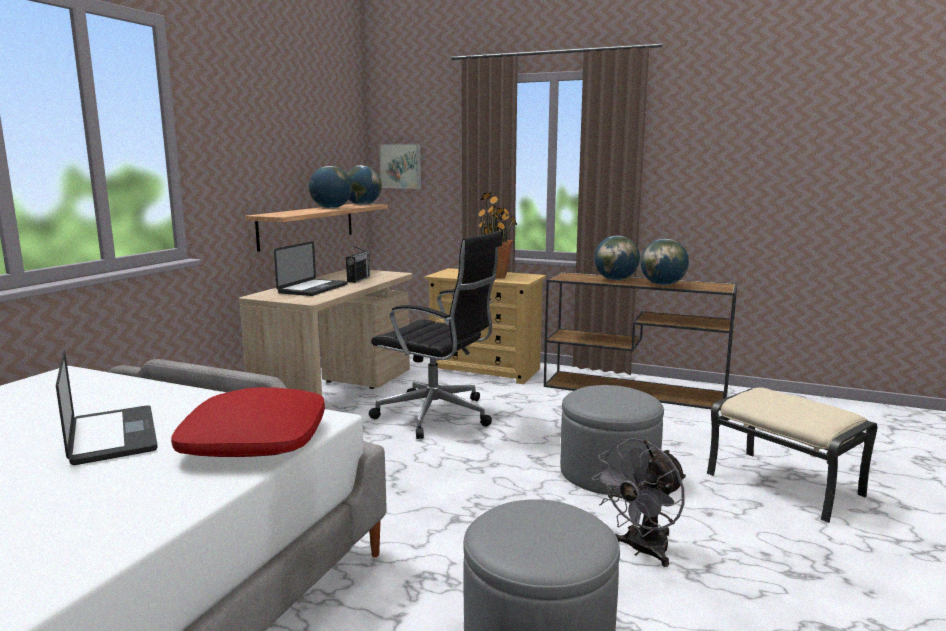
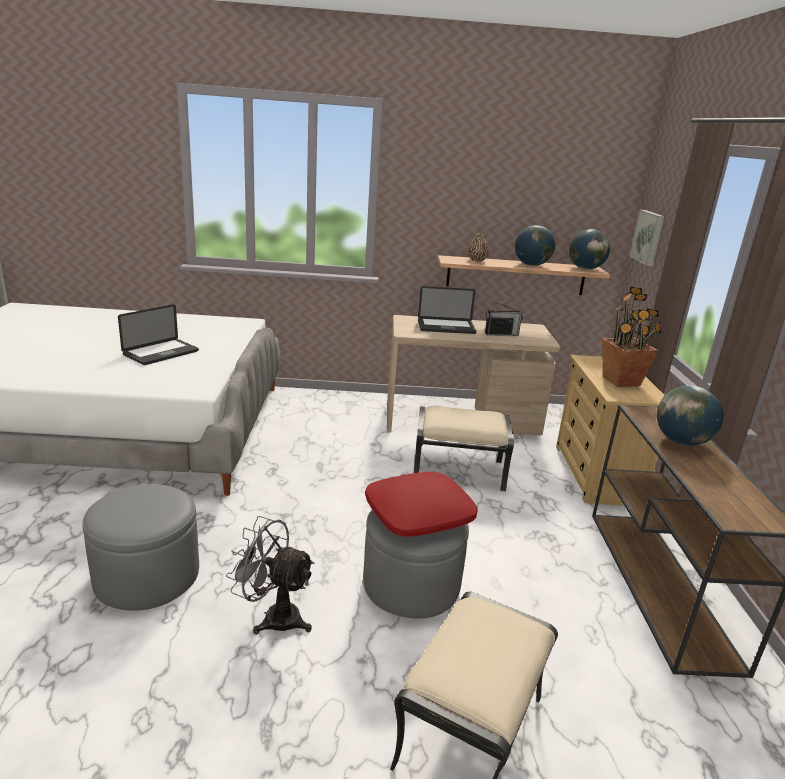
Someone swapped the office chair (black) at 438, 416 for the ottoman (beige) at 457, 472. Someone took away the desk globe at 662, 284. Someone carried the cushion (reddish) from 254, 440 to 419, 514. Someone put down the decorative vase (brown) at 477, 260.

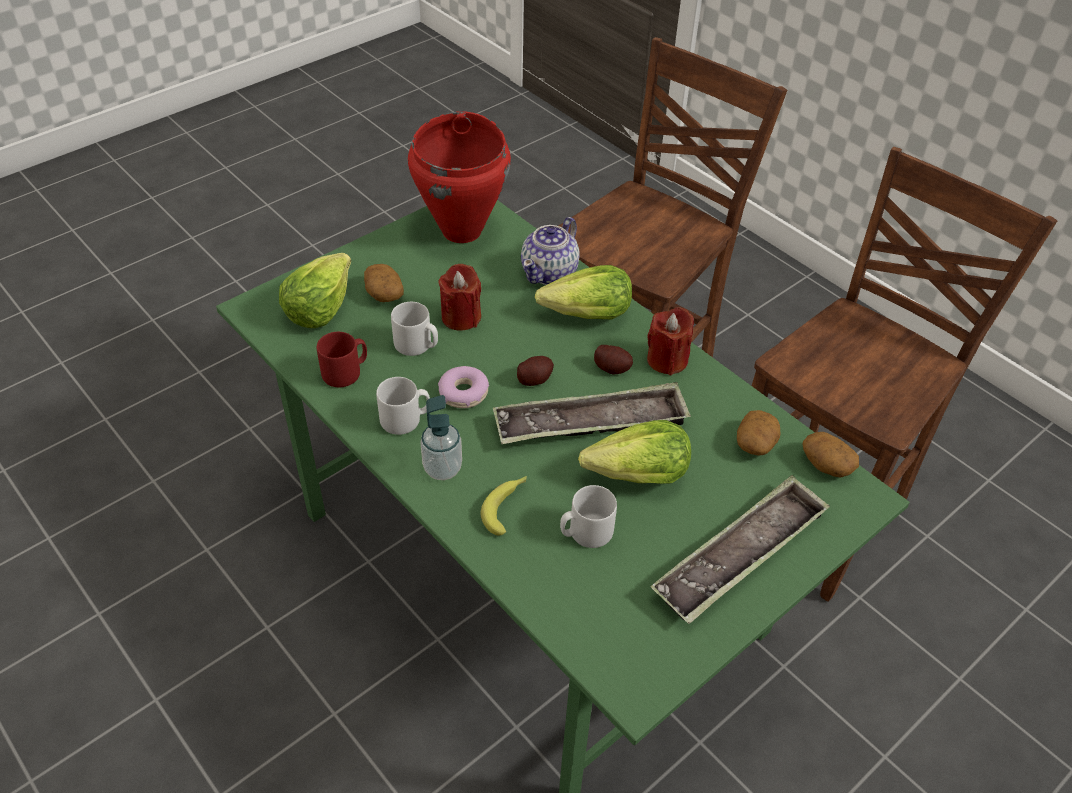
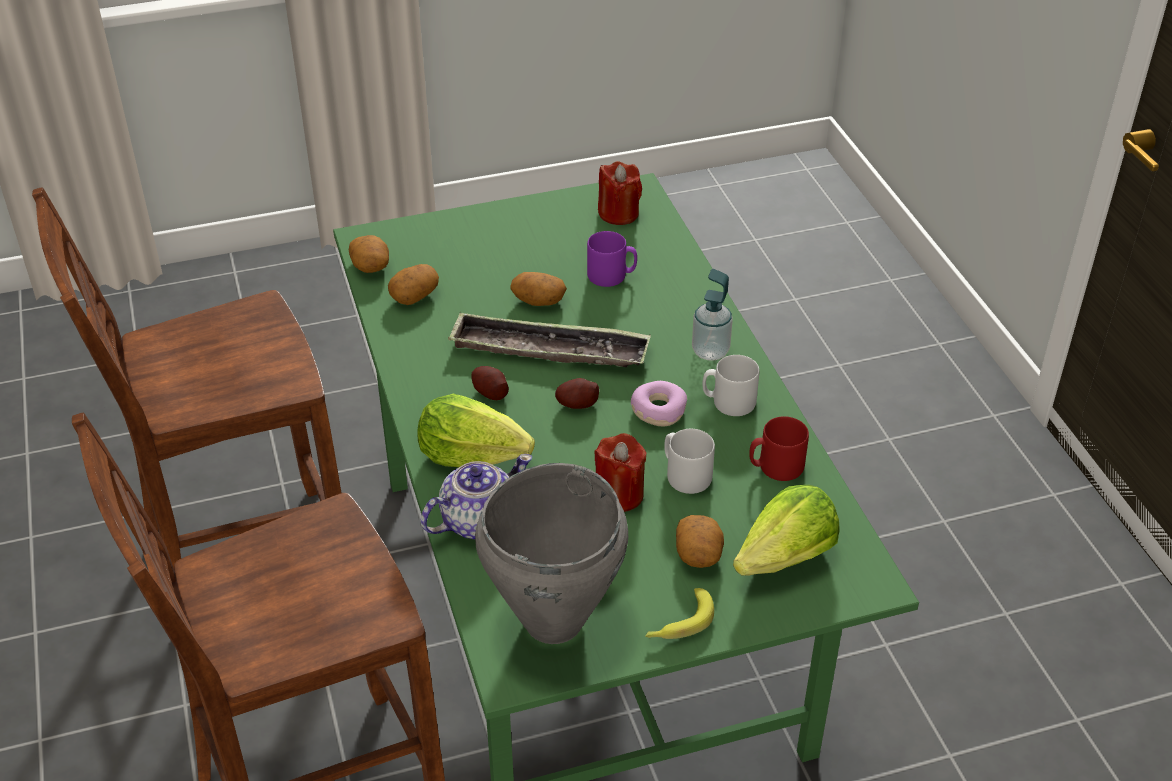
Someone repainted the cooking pot (reddish) at 462, 230, which became the cooking pot (gray) at 552, 621. Someone carried the wax candle (reddish) from 667, 360 to 618, 213. Someone swapped the head of lettuce at 638, 475 for the whole potato at 538, 300. Someone took away the serving tray at 740, 555. Someone carried the whole banana from 507, 507 to 679, 623. Someone repainted the coffee mug (gray) at 585, 532, which became the coffee mug (purplish) at 611, 276.

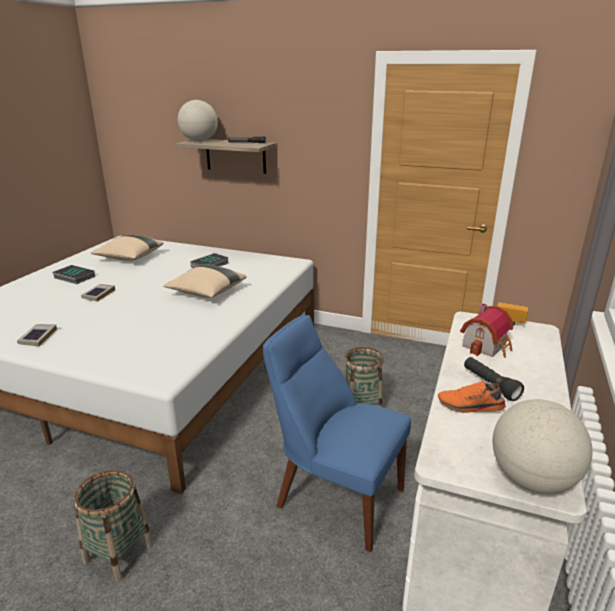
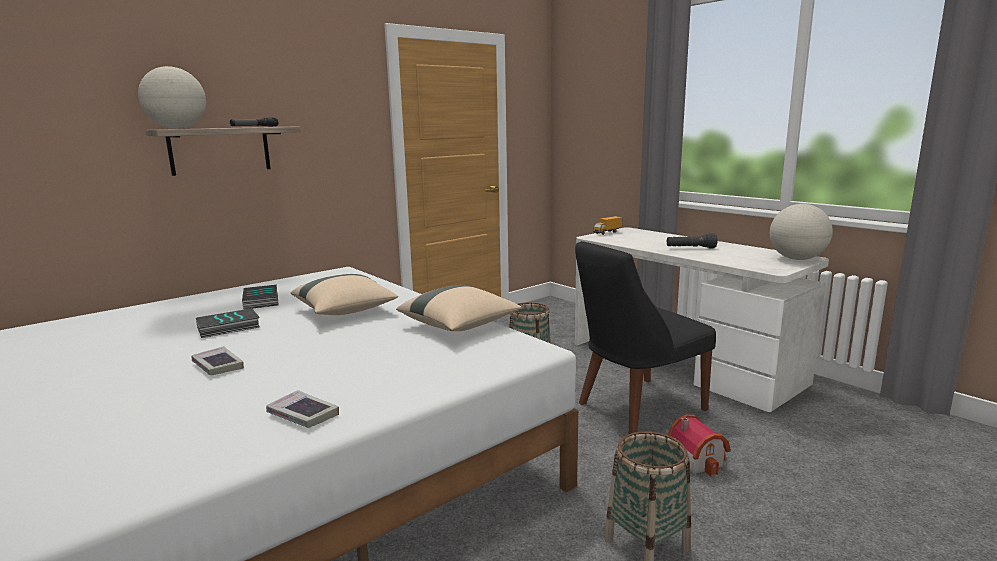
Someone carried the cushion (beige) from 129, 258 to 460, 326. Someone carried the book from 73, 277 to 228, 328. Someone carried the toy house from 487, 346 to 698, 459. Someone repainted the plain chair (bluish) at 335, 496, which became the plain chair (black) at 636, 407. Someone took away the low shoe (orange) at 470, 407.

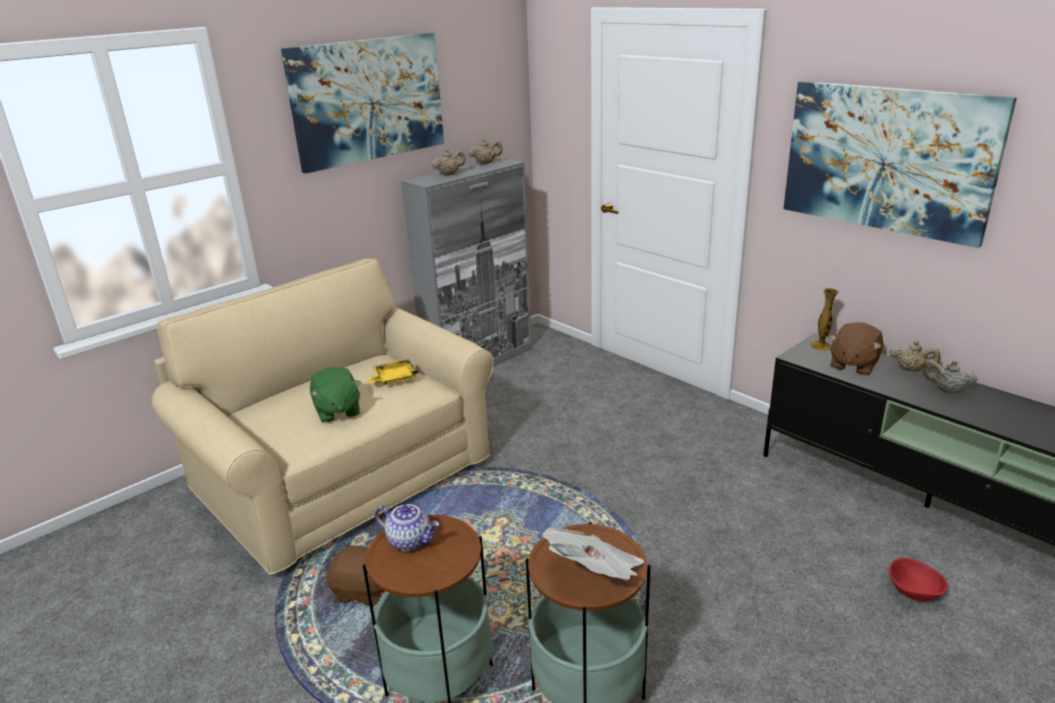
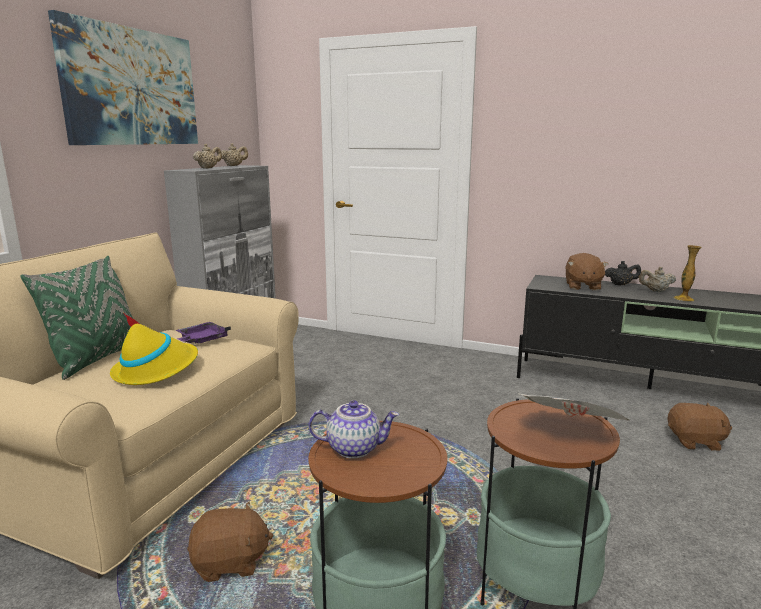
Someone took away the picture at 887, 159. Someone carried the decorative vase from 820, 346 to 683, 299. Someone repainted the pot for tea (beige) at 911, 369, which became the pot for tea (black) at 621, 284. Someone repainted the serving tray (yellowish) at 394, 379, which became the serving tray (purplish) at 202, 340. Someone swapped the cuddly toy (green-coloured) at 337, 411 for the wearable hat (yellowish) at 156, 370. Someone swapped the deep dish (reddish) at 913, 592 for the cuddly toy (brown) at 695, 441. Someone put down the cushion (green-coloured) at 97, 358.

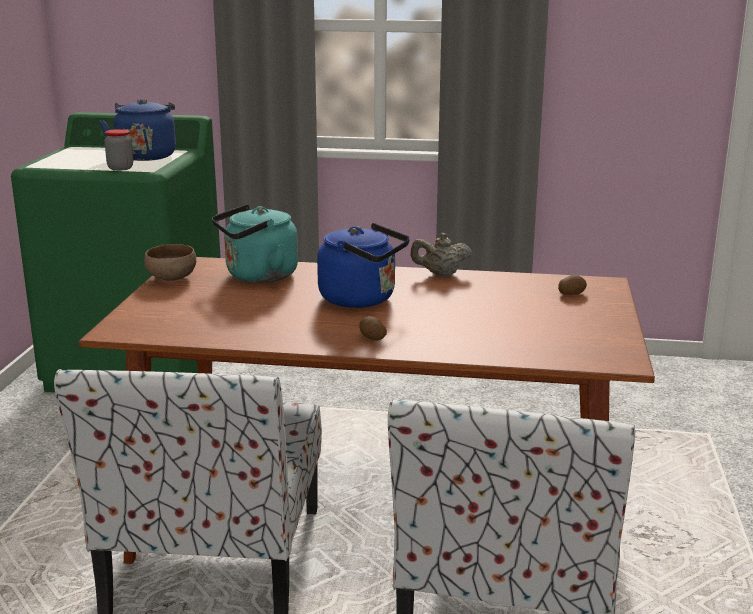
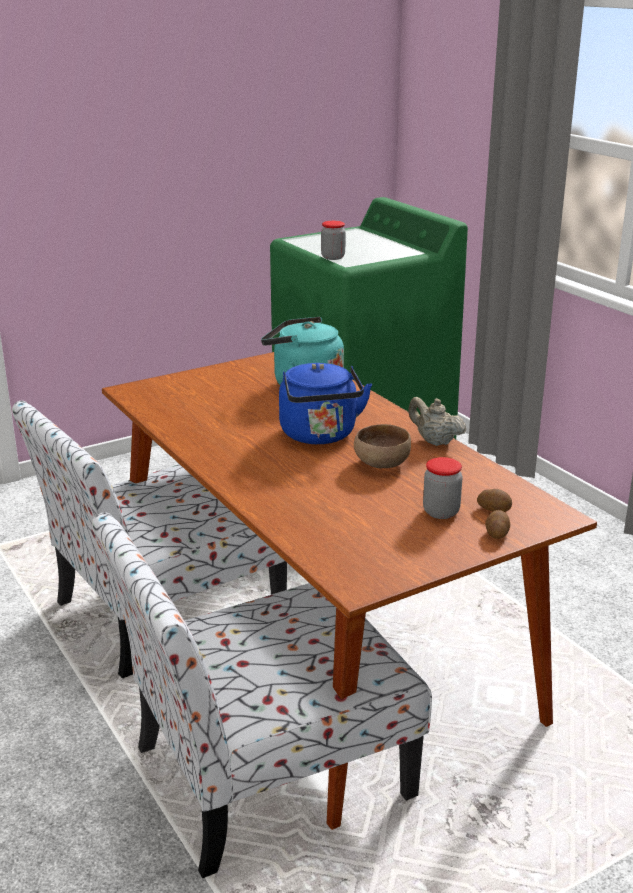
Someone took away the water kettle (bluish) at 146, 156. Someone carried the deep dish (brown) from 171, 279 to 381, 464. Someone carried the whole potato from 371, 338 to 496, 533. Someone put down the jar at 441, 512.

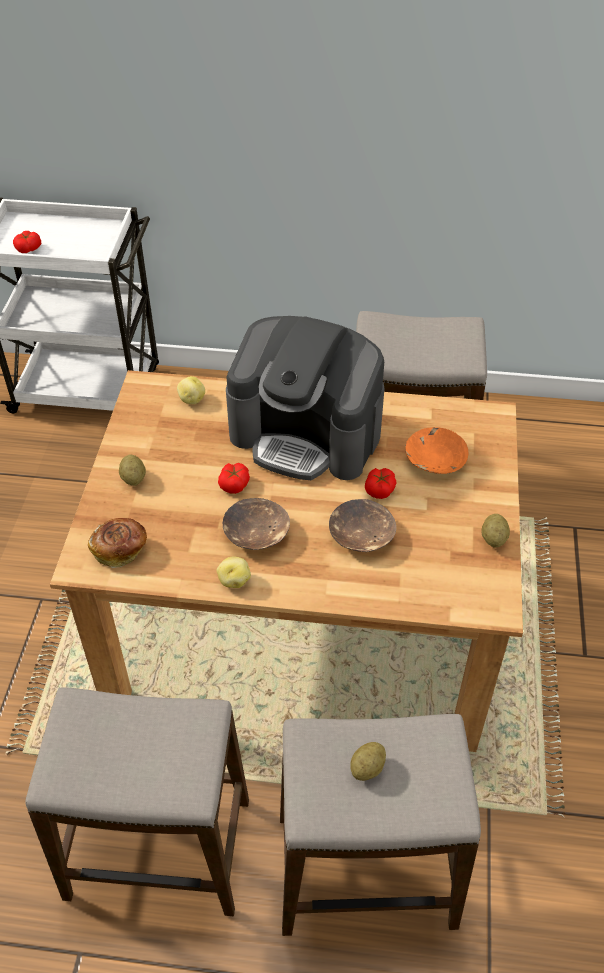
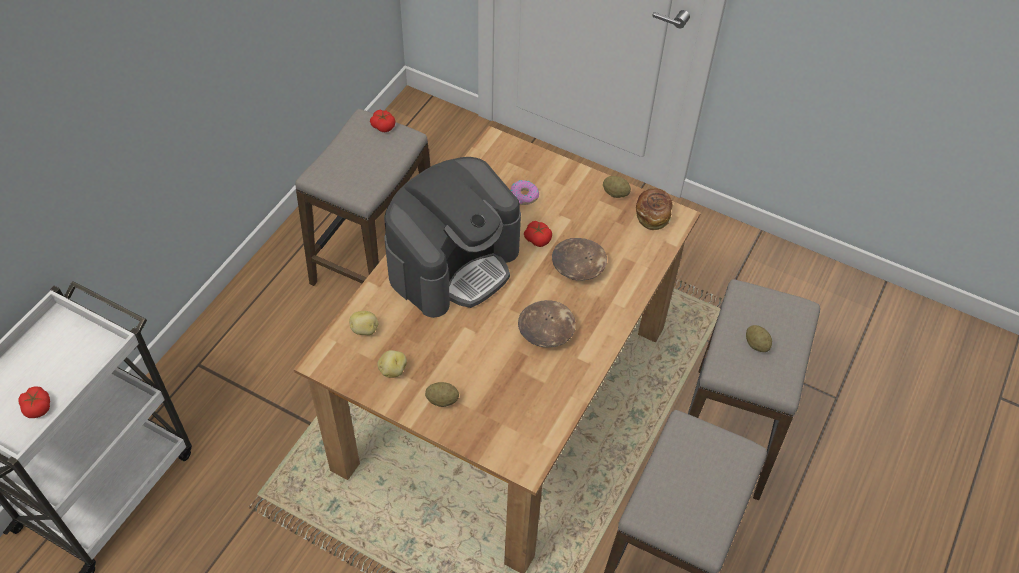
Someone swapped the deep dish (orange) at 434, 460 for the ring doughnut at 524, 195. Someone carried the fresh tomato from 234, 484 to 383, 126. Someone carried the bread from 120, 550 to 652, 215. Someone carried the whole potato from 234, 580 to 392, 370.

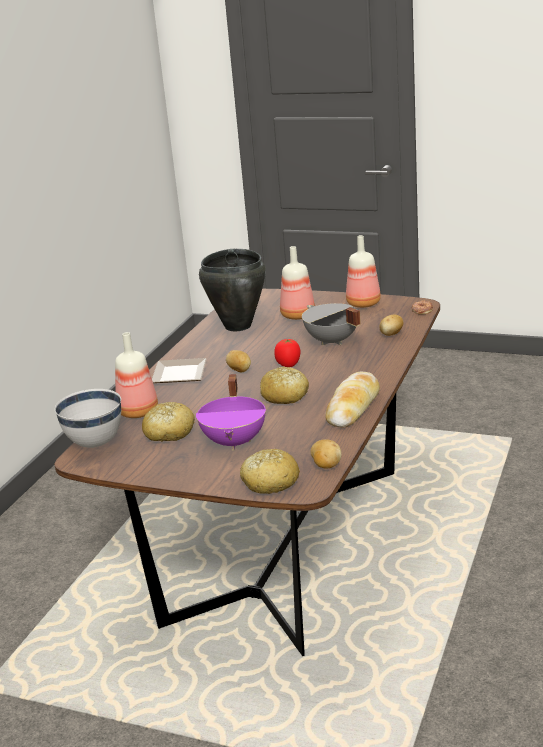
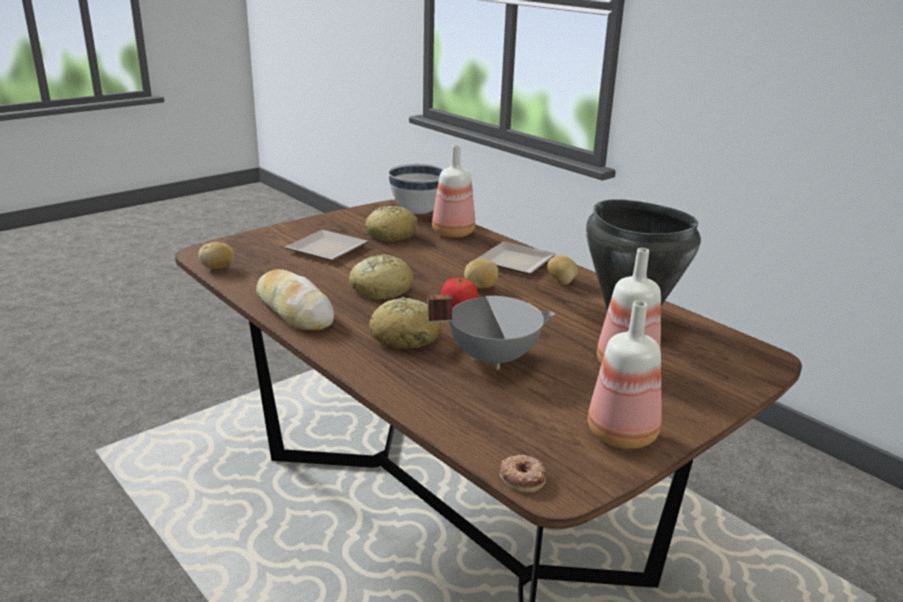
Someone carried the whole potato from 391, 334 to 562, 282. Someone swapped the cooking pot (purplish) at 235, 442 for the flat dish at 327, 250. Someone carried the bread from 269, 482 to 405, 337.

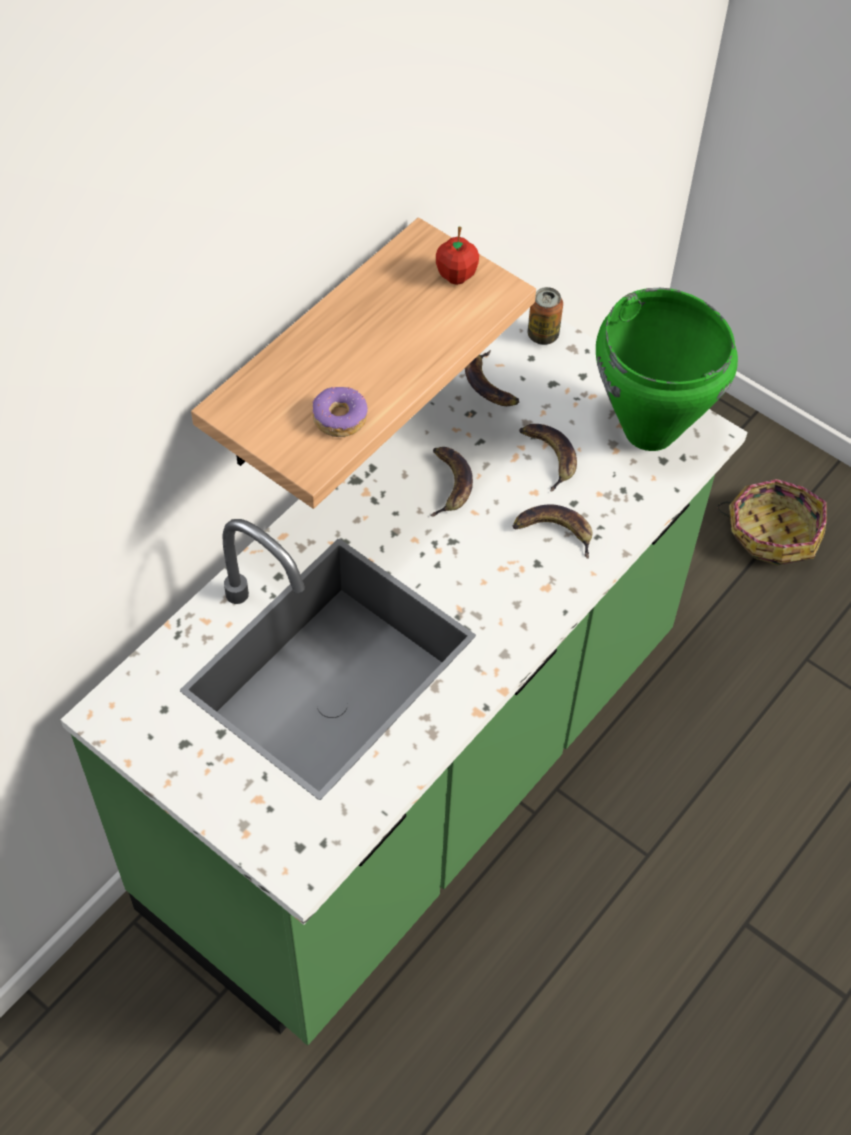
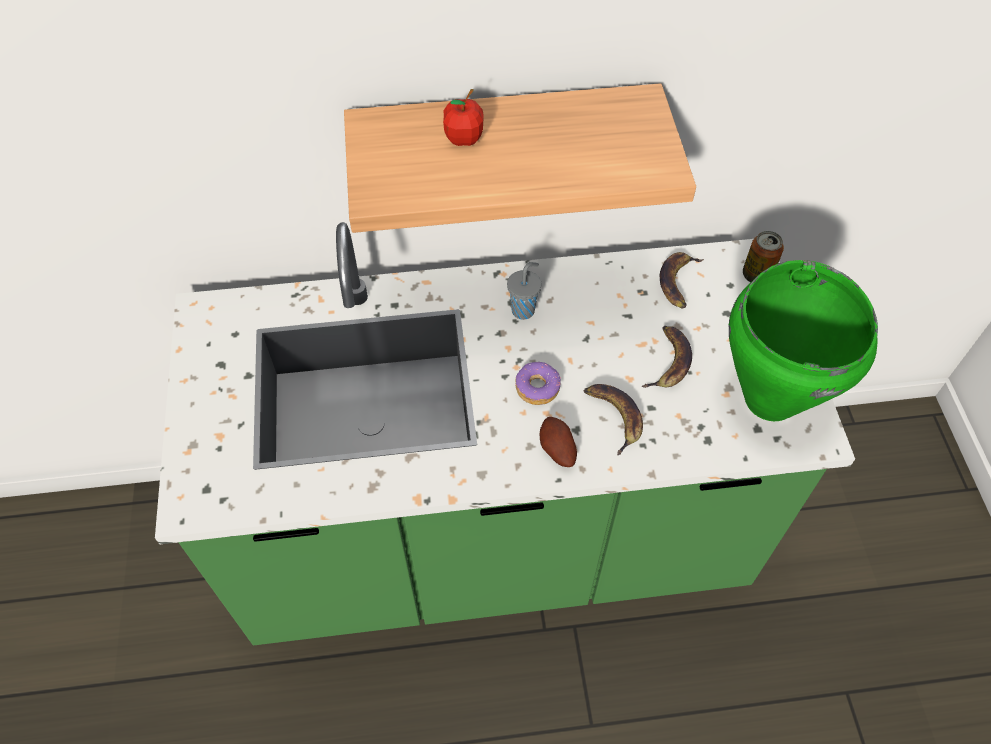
Someone carried the apple from 456, 275 to 464, 139. Someone carried the ring doughnut from 339, 418 to 537, 387. Someone took away the whole banana at 449, 483. Someone took away the basket at 772, 532. Someone put down the small cup (gray) at 524, 310. Someone put down the whole potato at 556, 450.

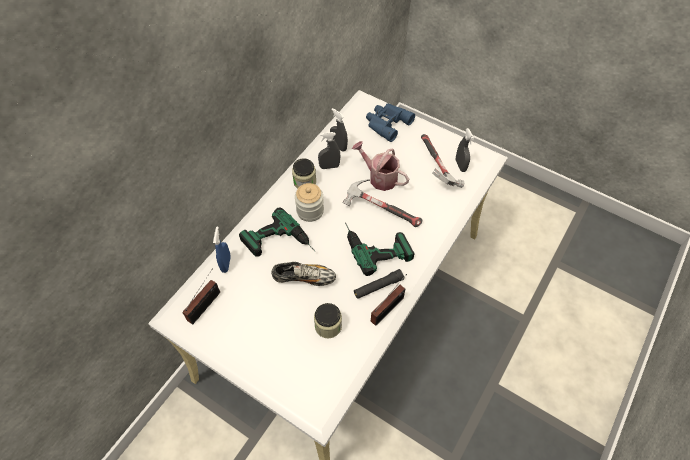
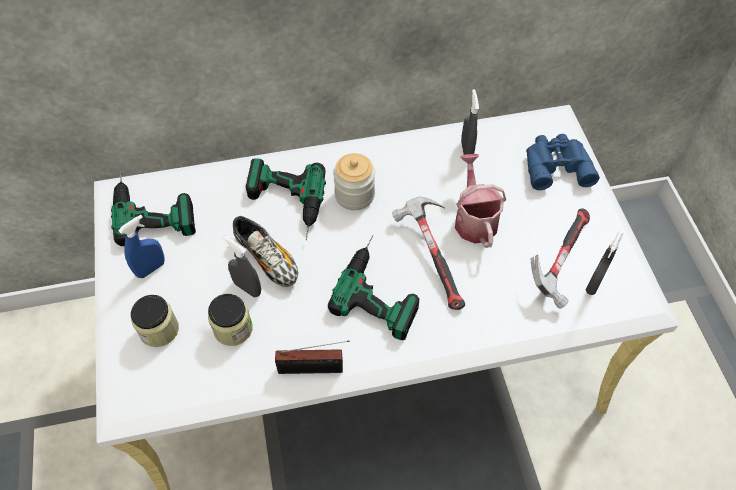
Someone carried the spray bottle (gray) from 329, 166 to 247, 288. Someone carried the jar from 305, 182 to 159, 330. Someone carried the spray bottle (bluish) from 226, 264 to 151, 268. Someone swapped the radio receiver at 206, 305 for the power drill at 153, 205. Someone took away the flashlight (black) at 378, 287.

